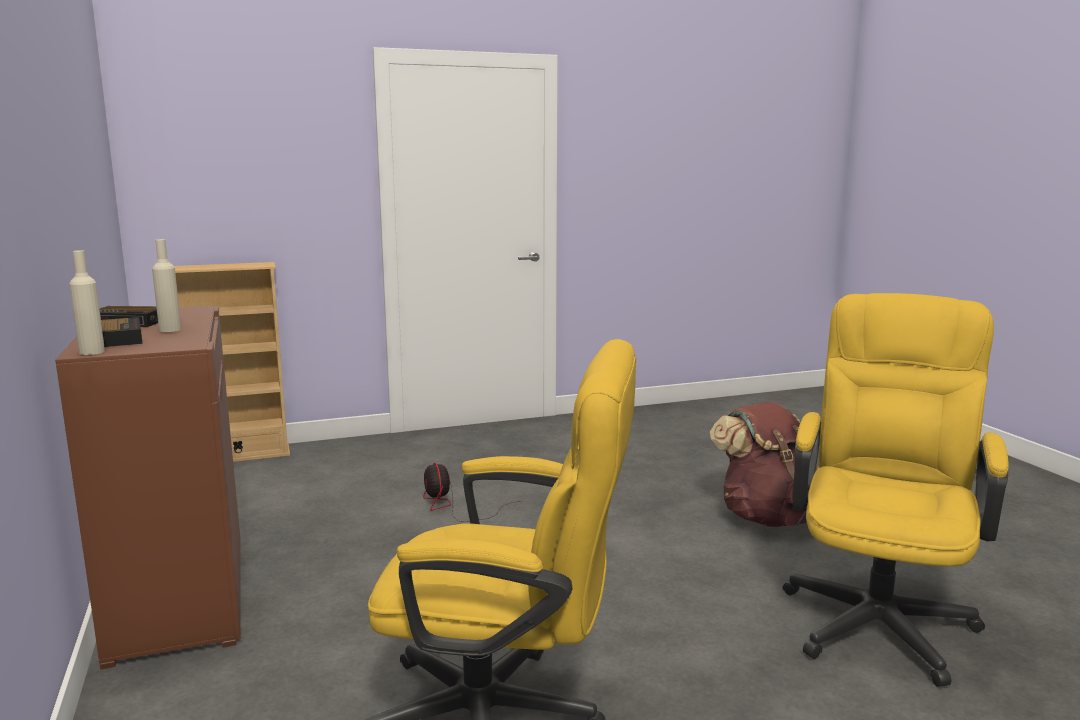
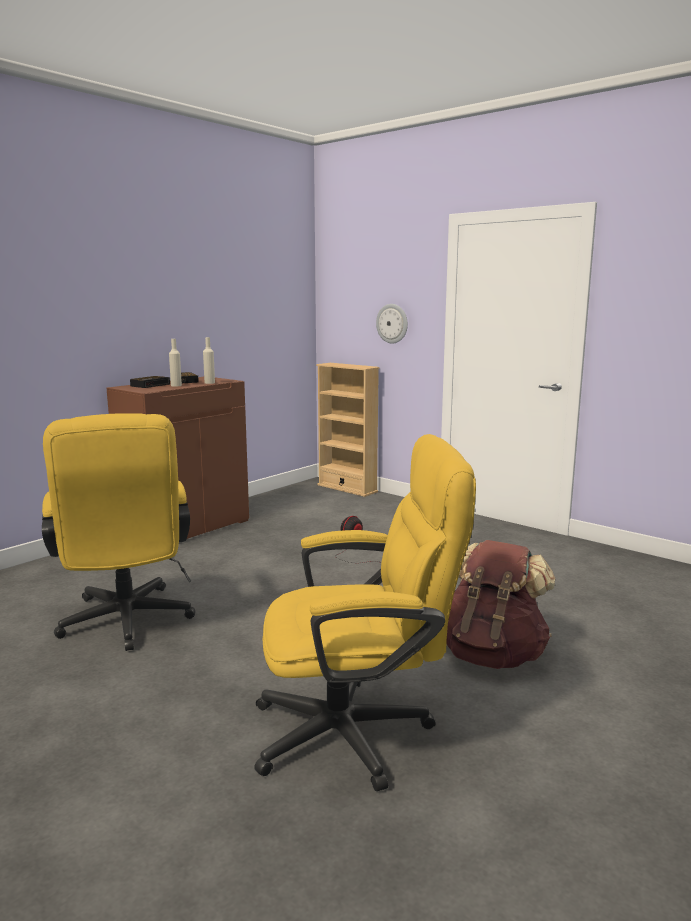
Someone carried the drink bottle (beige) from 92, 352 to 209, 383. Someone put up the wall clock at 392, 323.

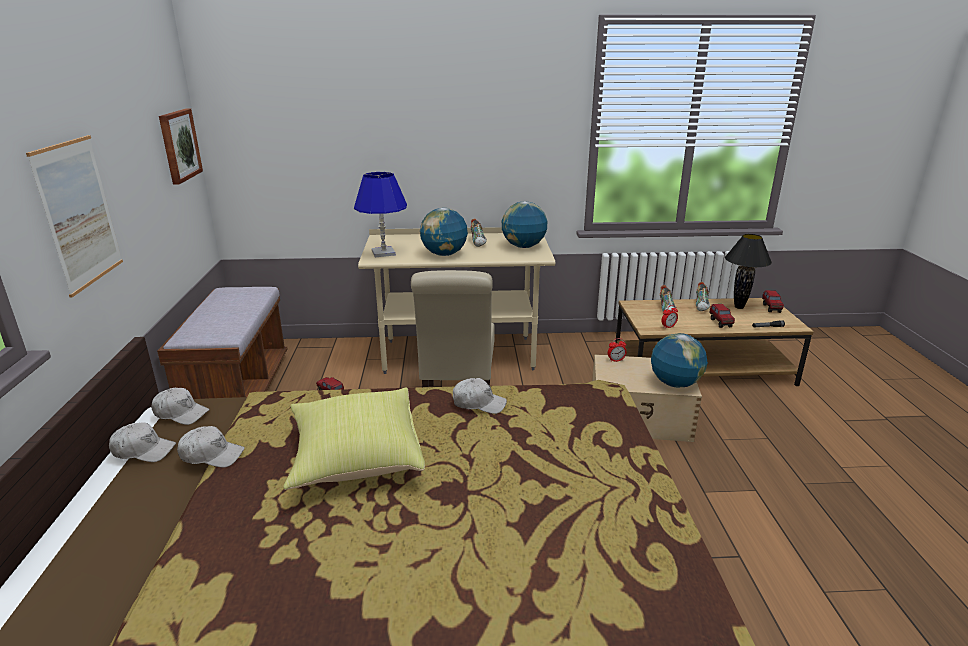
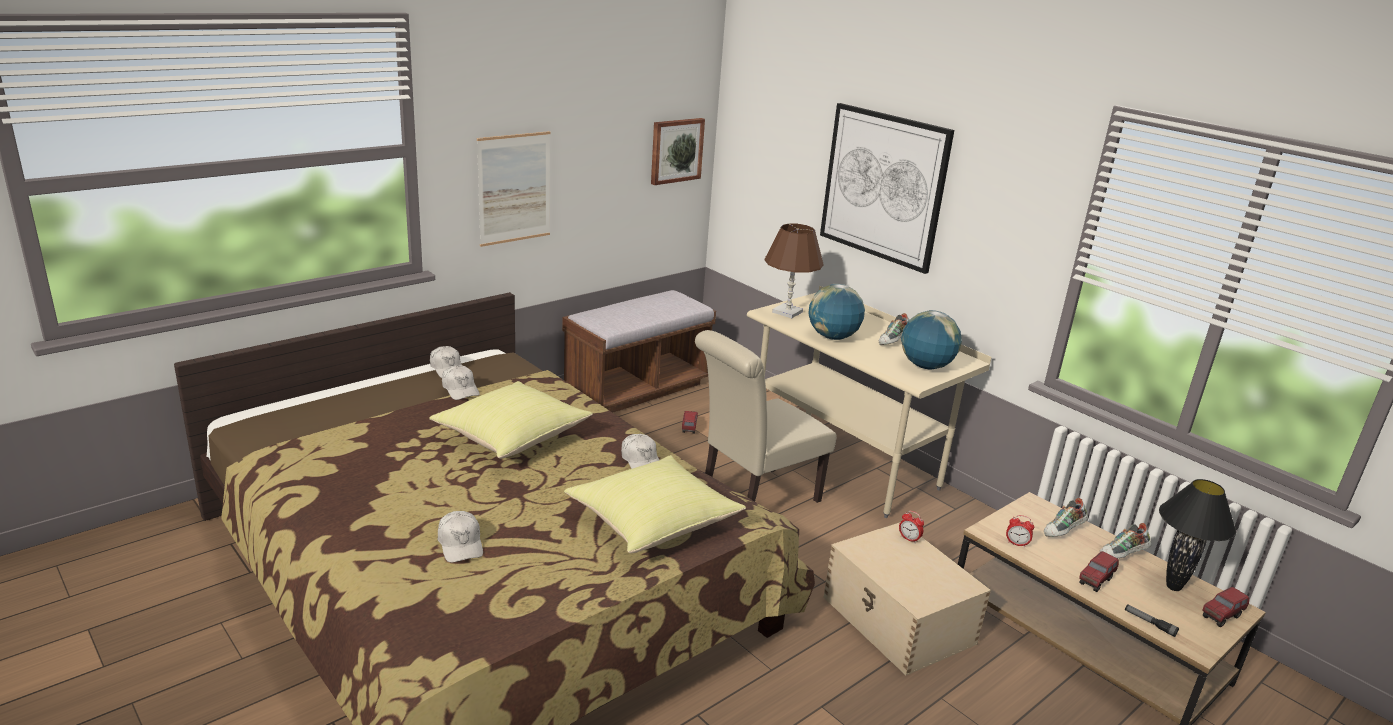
Someone repainted the tabletop lamp (bluish) at 383, 253, which became the tabletop lamp (brown) at 787, 312. Someone took away the desk globe at 675, 383. Someone carried the baseball cap (white-coloured) from 181, 413 to 460, 544. Someone put up the picture at 883, 186. Someone put down the cushion (yellowish) at 653, 523.

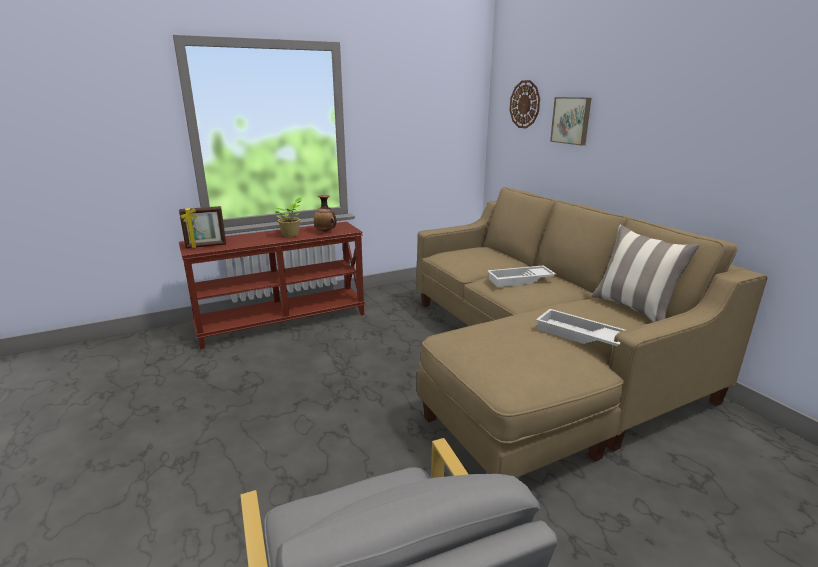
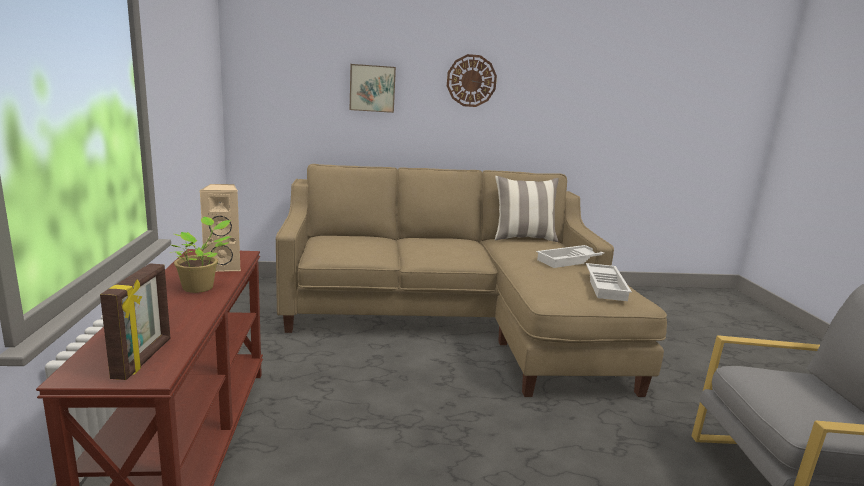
Someone carried the wall clock from 525, 104 to 471, 81. Someone swapped the decorative vase at 326, 232 for the loudspeaker (beige) at 224, 266. Someone carried the serving tray (white-coloured) from 520, 280 to 606, 286.

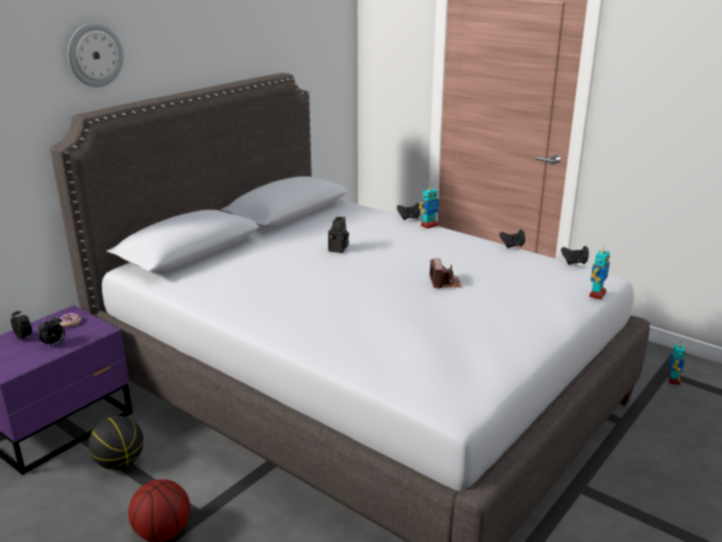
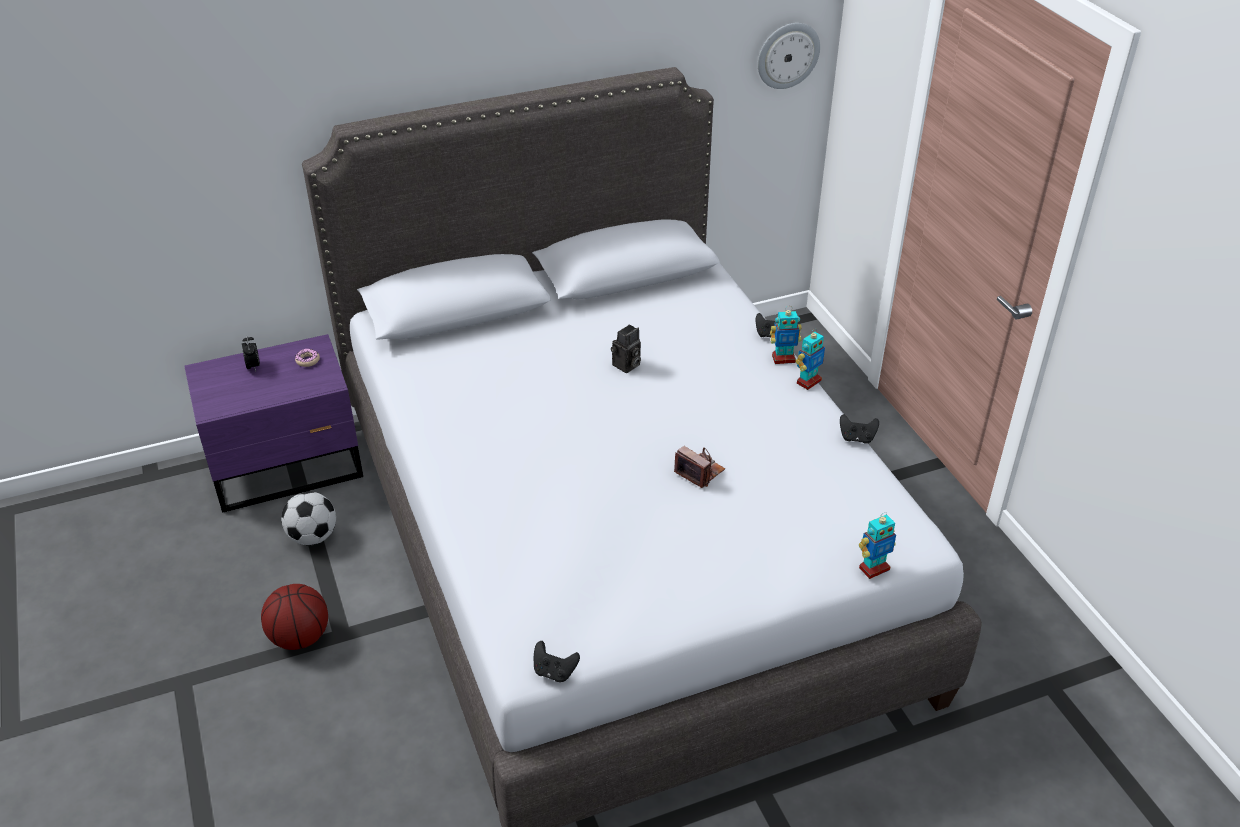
Someone carried the wall clock from 95, 55 to 787, 55. Someone carried the gamepad (black) from 574, 263 to 554, 672. Someone rotated the still camera at 444, 282 by 75 degrees counterclockwise. Someone took away the alarm clock at 54, 344. Someone carried the model robot from 673, 380 to 808, 382. Someone swapped the ball for basketball at 120, 463 for the football at 313, 536.

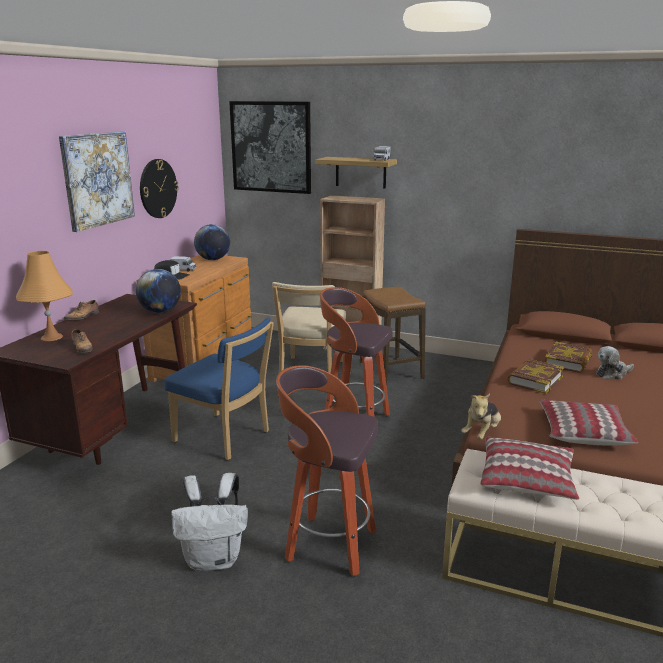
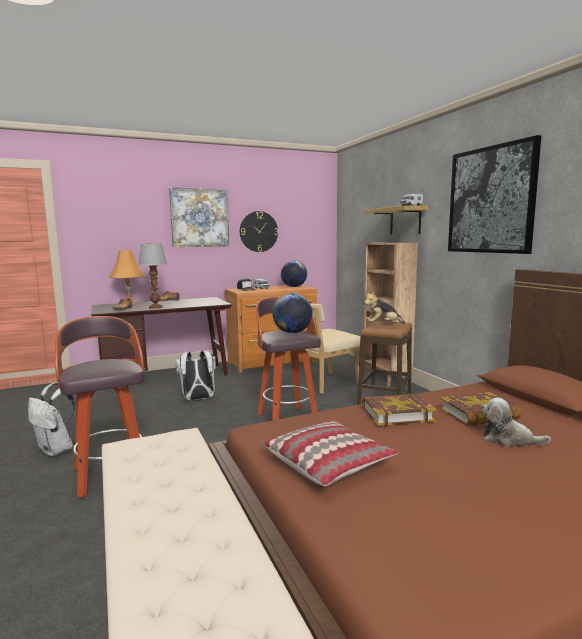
Someone carried the picture from 271, 147 to 490, 200. Someone carried the desk globe from 160, 311 to 292, 332. Someone swapped the plain chair (bluish) at 225, 438 for the backpack (white-coloured) at 198, 399. Someone carried the cuddly toy from 482, 433 to 382, 324. Someone took away the cushion at 527, 479. Someone put down the tabletop lamp at 155, 307.

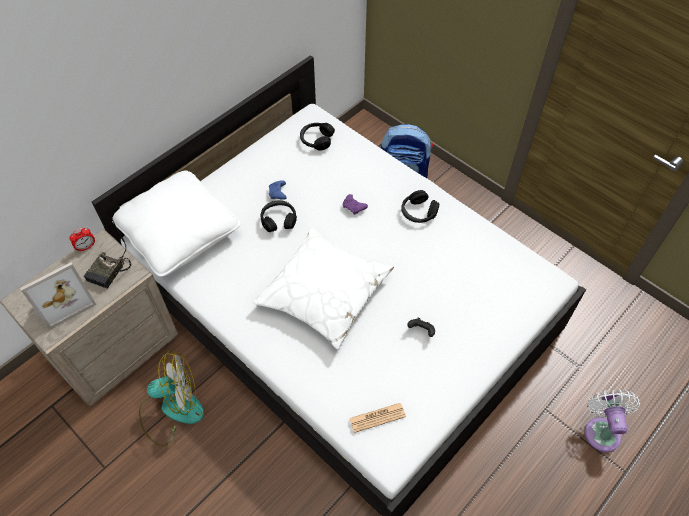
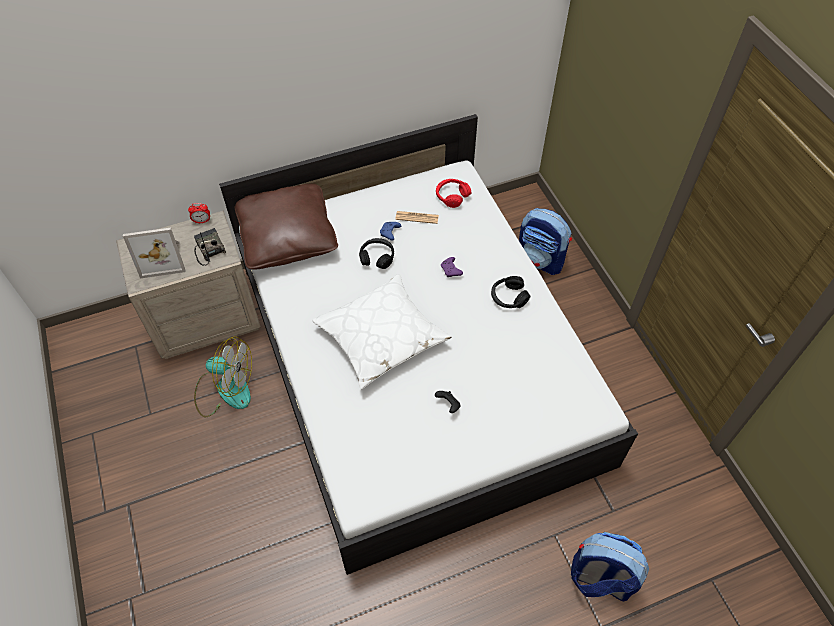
Someone repainted the pair of headphones (black) at 316, 140, which became the pair of headphones (reddish) at 452, 196. Someone repainted the cushion (white-coloured) at 179, 233, which became the cushion (brown) at 288, 237. Someone rotated the radio receiver at 109, 272 by 105 degrees clockwise. Someone swapped the cooling fan (white-coloured) at 601, 430 for the backpack at 600, 578. Someone carried the daily paper from 377, 417 to 417, 217.

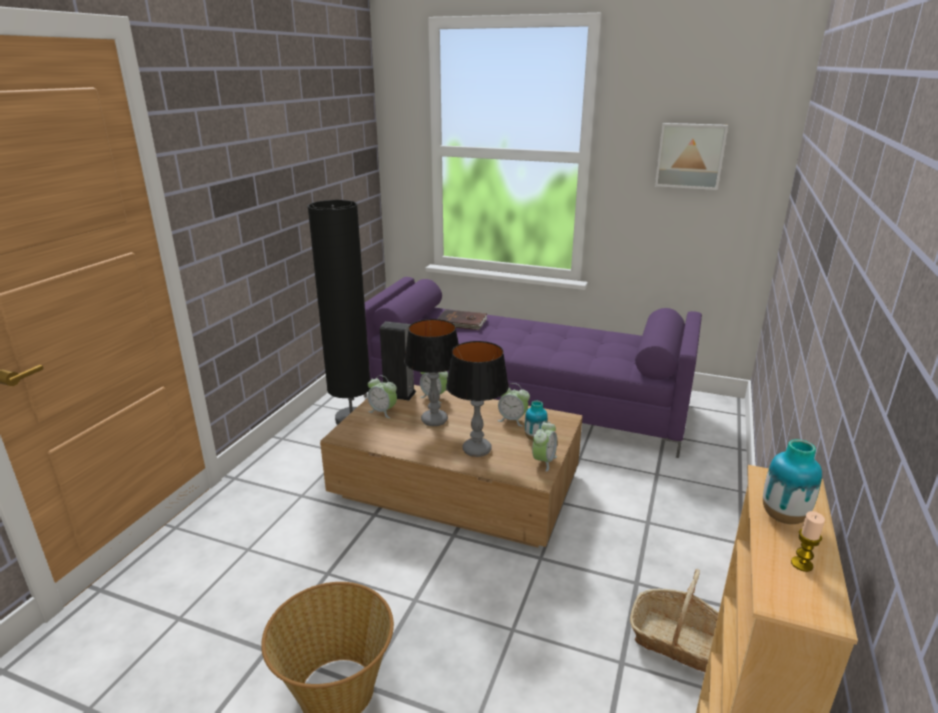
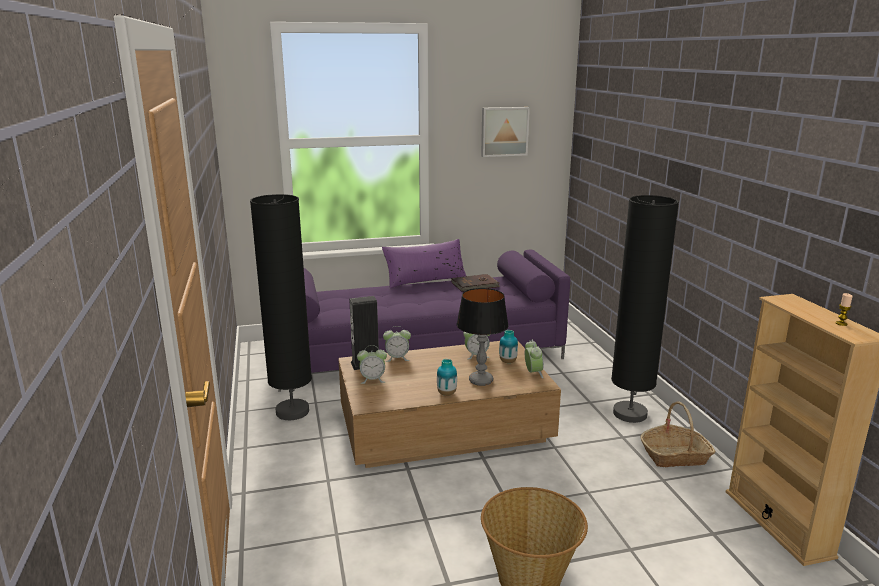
Someone carried the book (brown) from 461, 322 to 475, 285. Someone took away the tabletop lamp at 434, 420. Someone carried the decorative vase from 783, 516 to 446, 393. Someone put down the standing lamp (black) at 630, 414. Someone put down the cushion (purplish) at 425, 280.

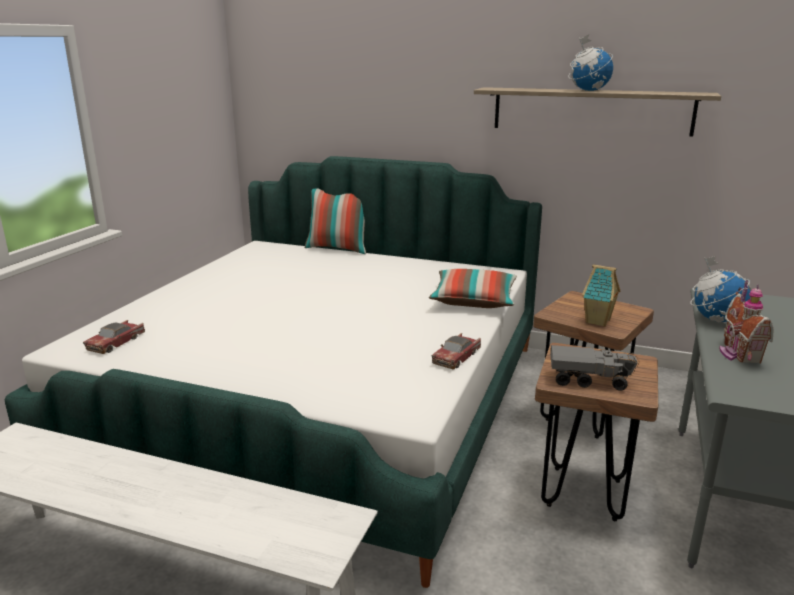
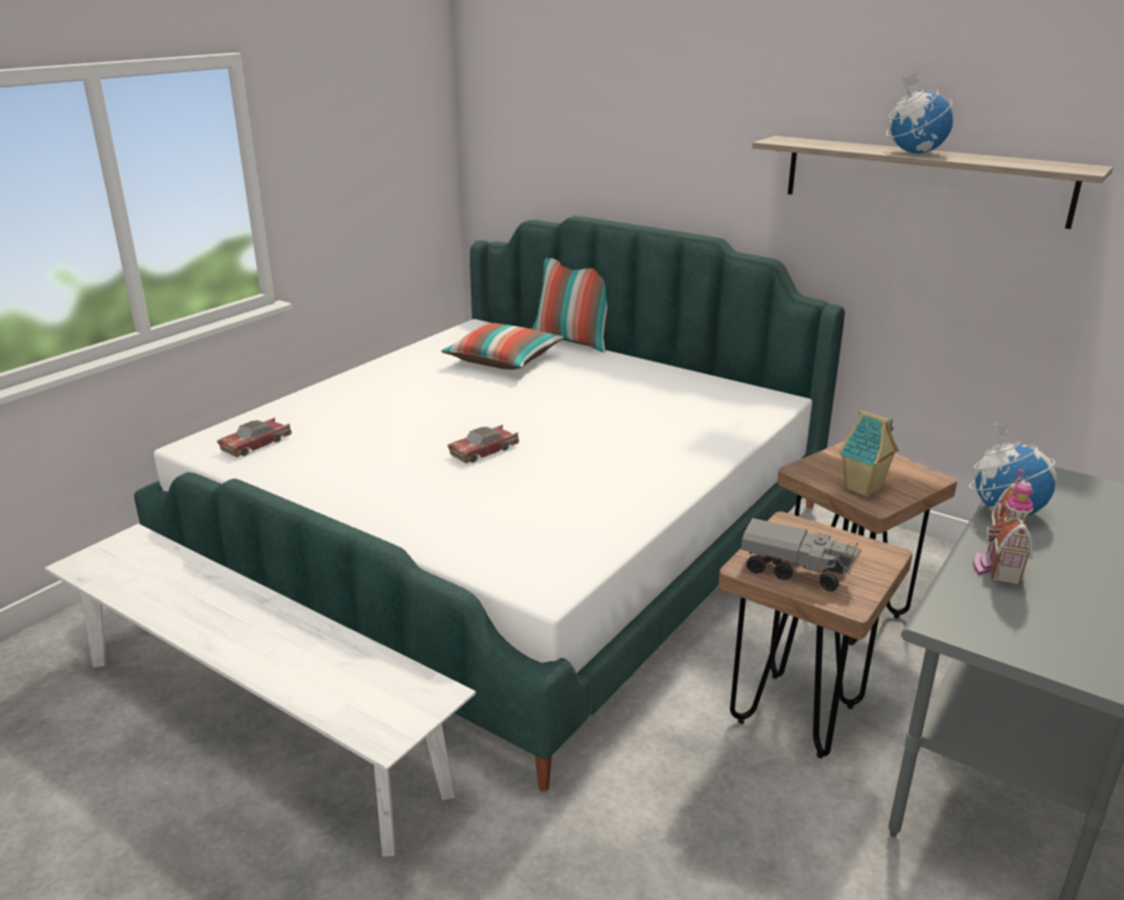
Someone carried the cushion from 474, 301 to 503, 361. Someone carried the toy car from 456, 357 to 484, 451.

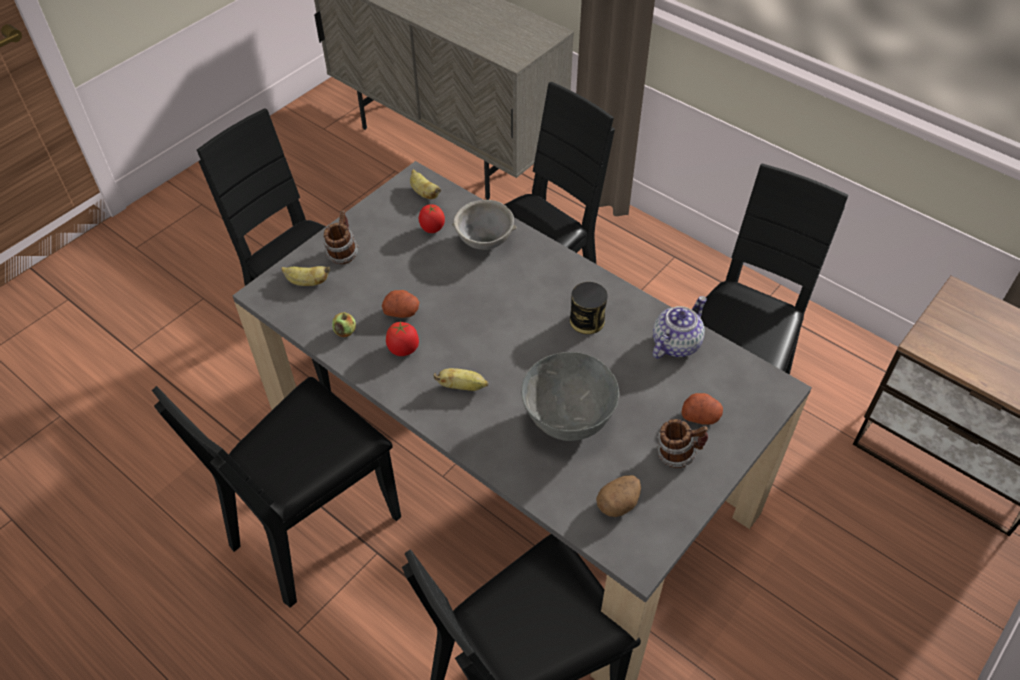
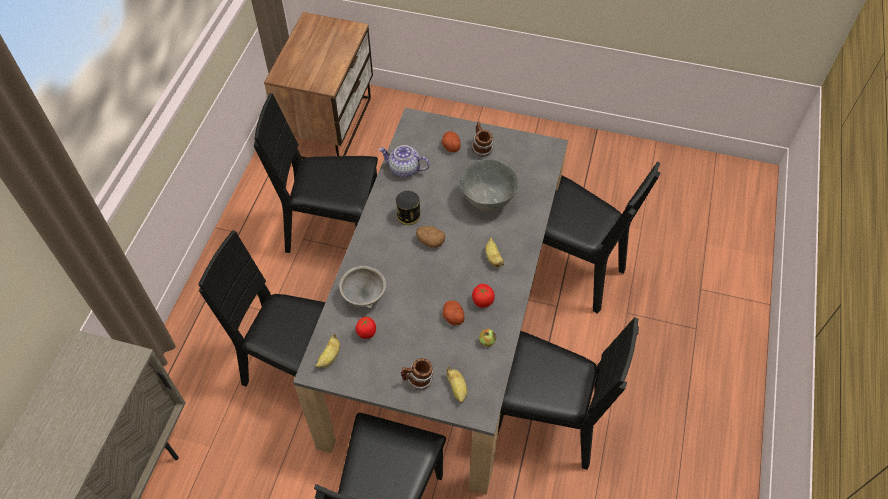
Someone carried the whole potato from 618, 504 to 430, 241.

